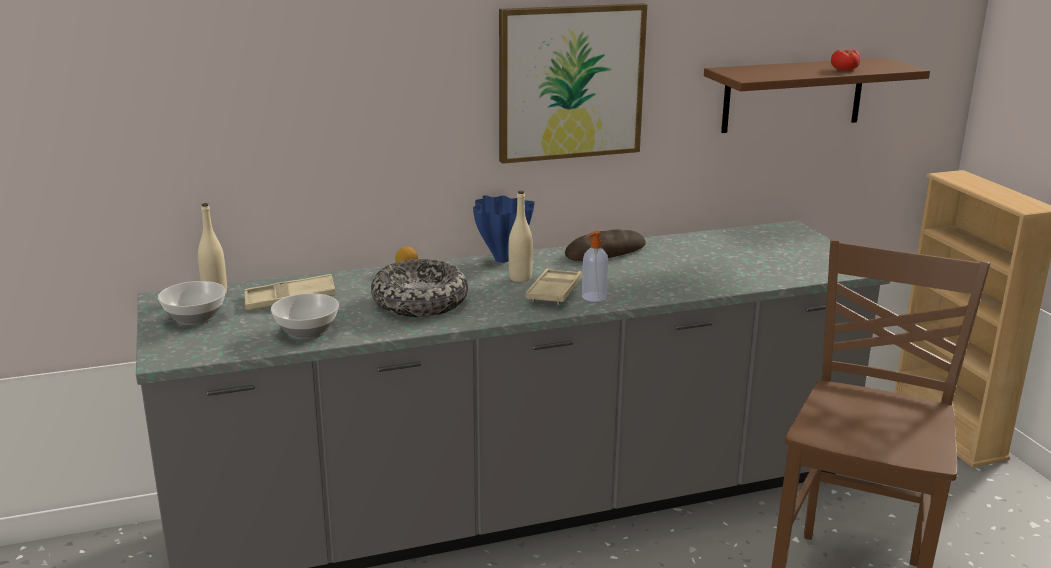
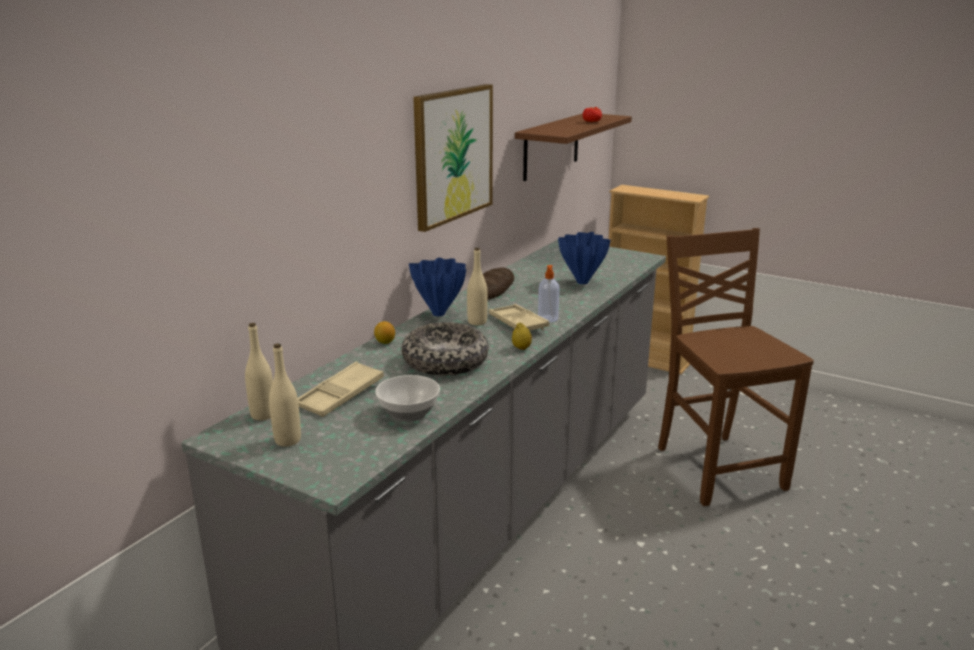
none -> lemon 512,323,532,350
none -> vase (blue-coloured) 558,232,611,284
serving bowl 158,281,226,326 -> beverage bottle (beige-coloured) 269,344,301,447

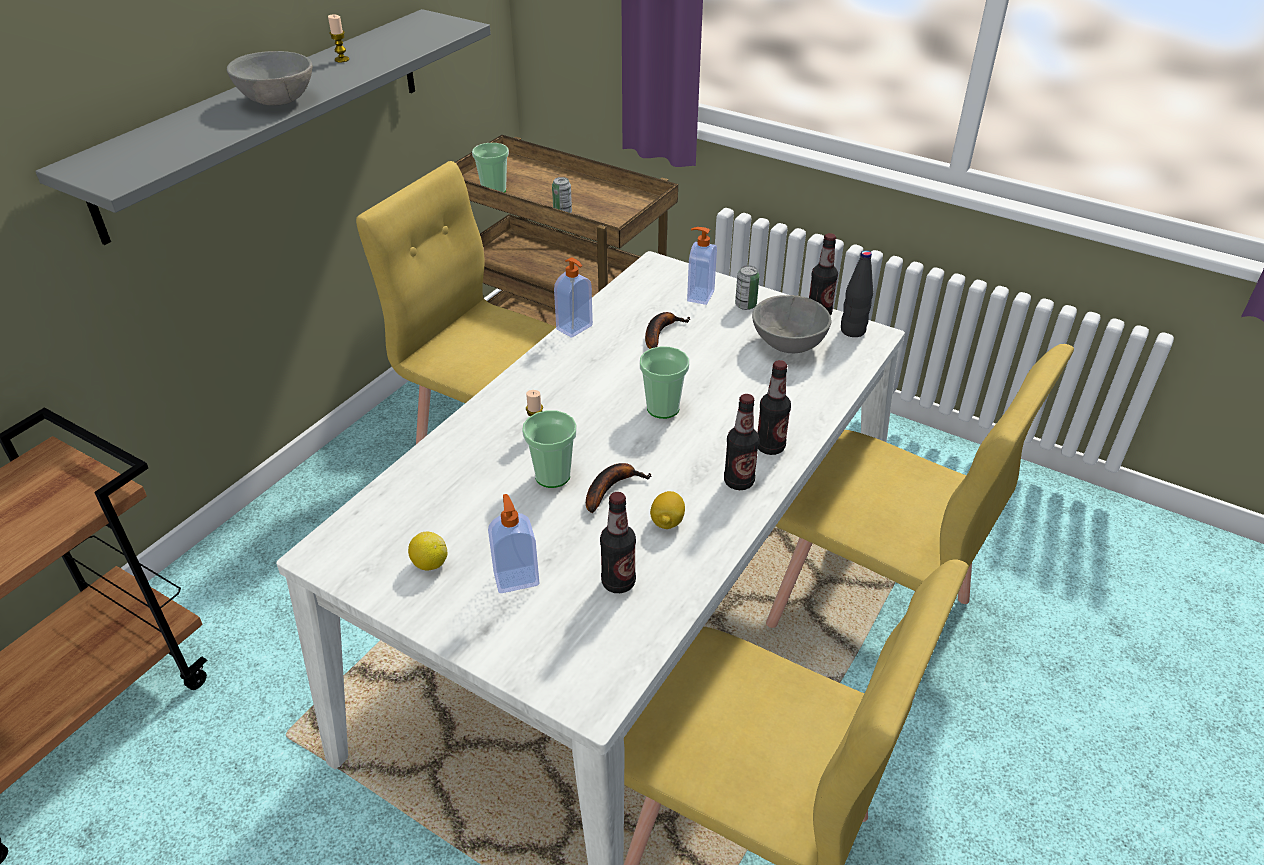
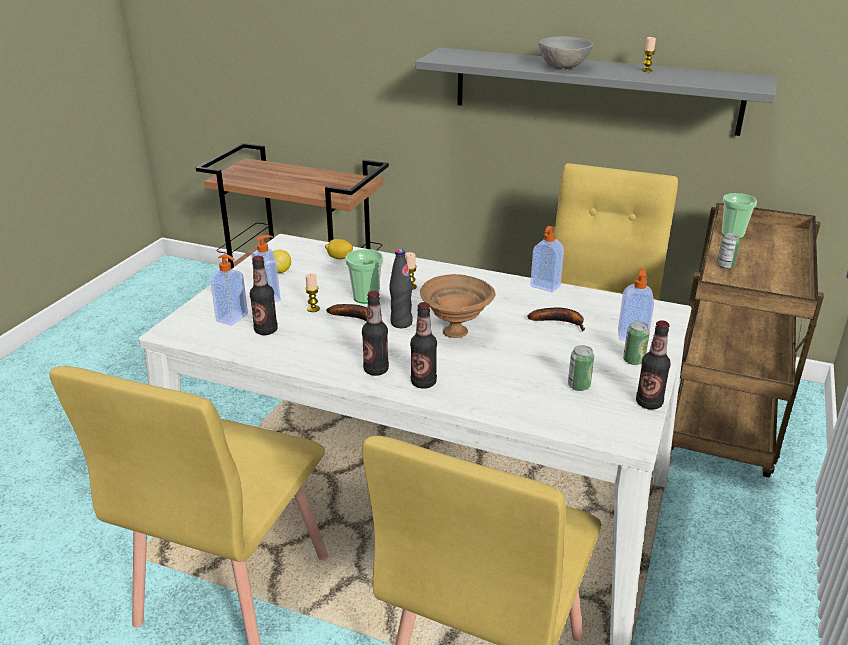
none -> liquid soap bottle 211,254,248,326
none -> candle 305,274,320,312
lemon 650,491,685,529 -> lemon 325,239,353,259, relocated
beverage bottle (black) 841,250,873,337 -> beverage bottle (black) 389,249,413,328, relocated
drinking cup 640,346,689,419 -> serving bowl (brown-coloured) 420,274,496,338
serving bowl (greyish) 752,295,832,353 -> sealed can 568,345,594,391

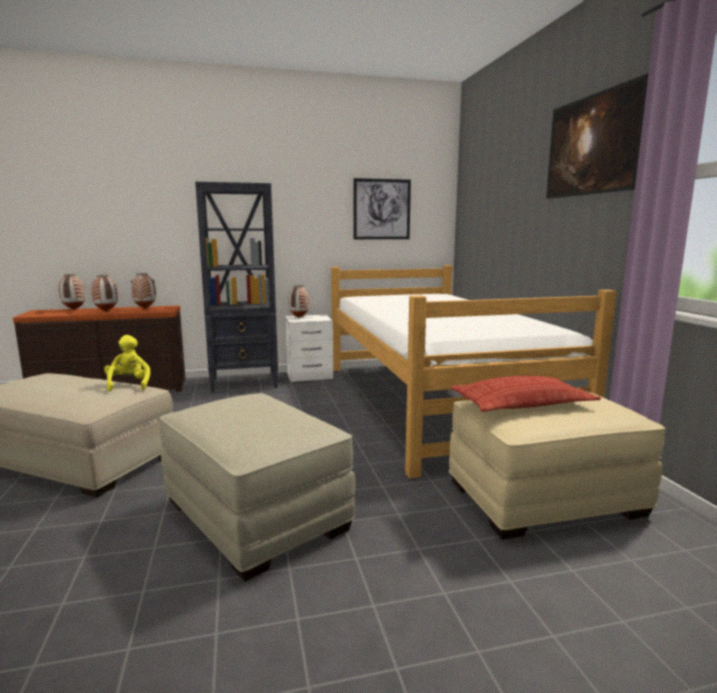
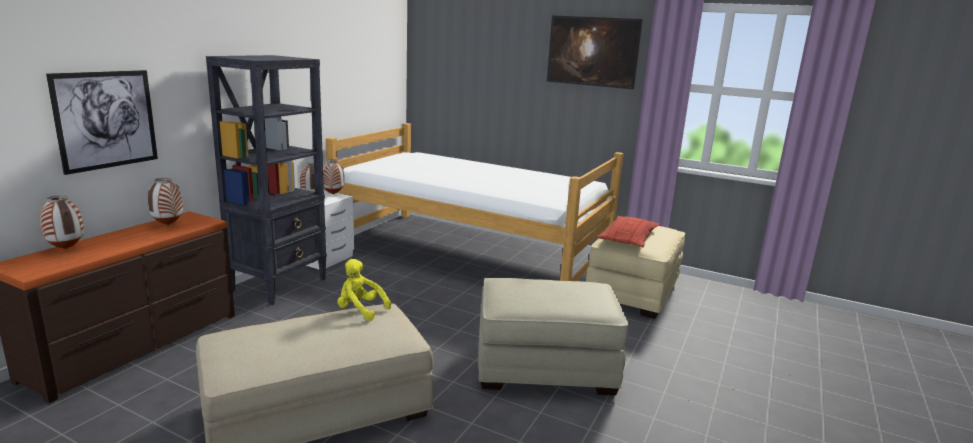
vase 91,275,118,311 -> vase 323,160,344,194, relocated
wall art 353,178,411,239 -> wall art 46,70,158,175, relocated

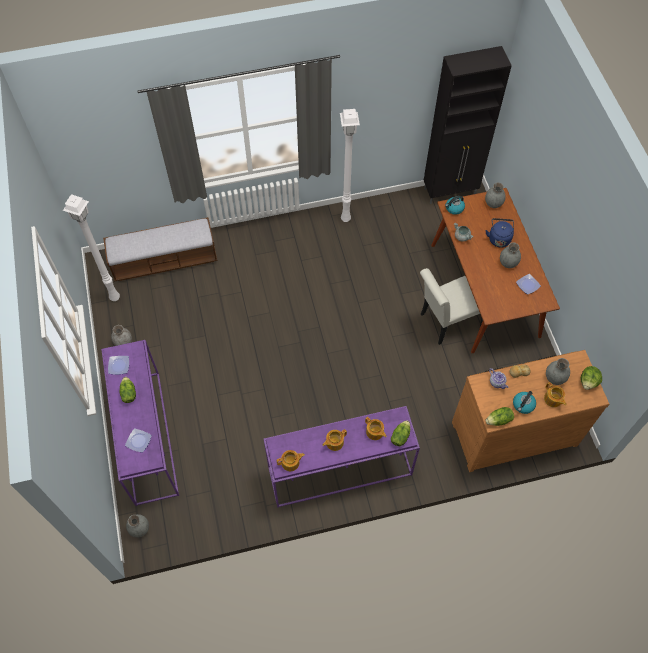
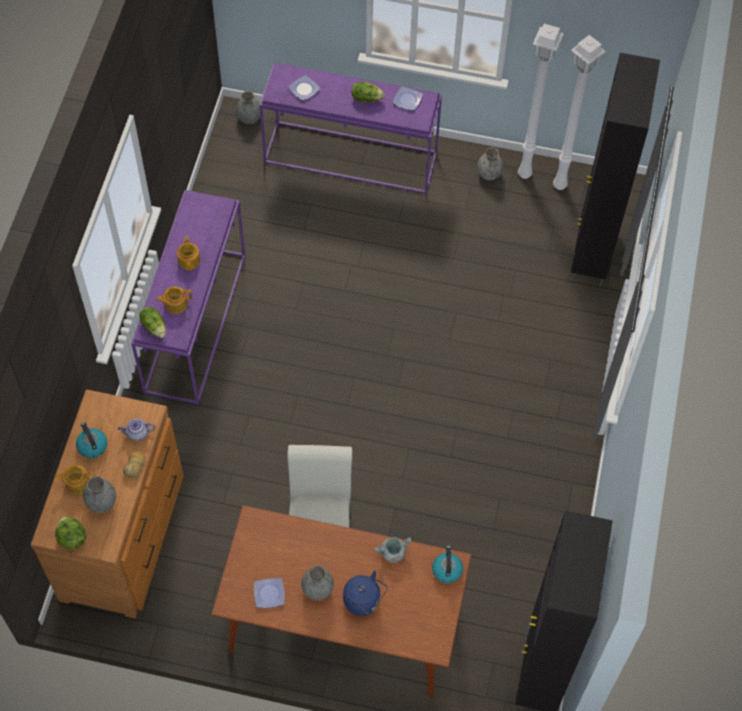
pot for tea 277,450,305,471 -> none
vase (greyish) 485,182,506,208 -> none
lettuce 485,407,514,426 -> none
floor lamp (white-coloured) 340,109,360,222 -> floor lamp (white-coloured) 518,24,564,179, relocated
long seat 103,217,218,282 -> cupboard (black) 571,53,660,286

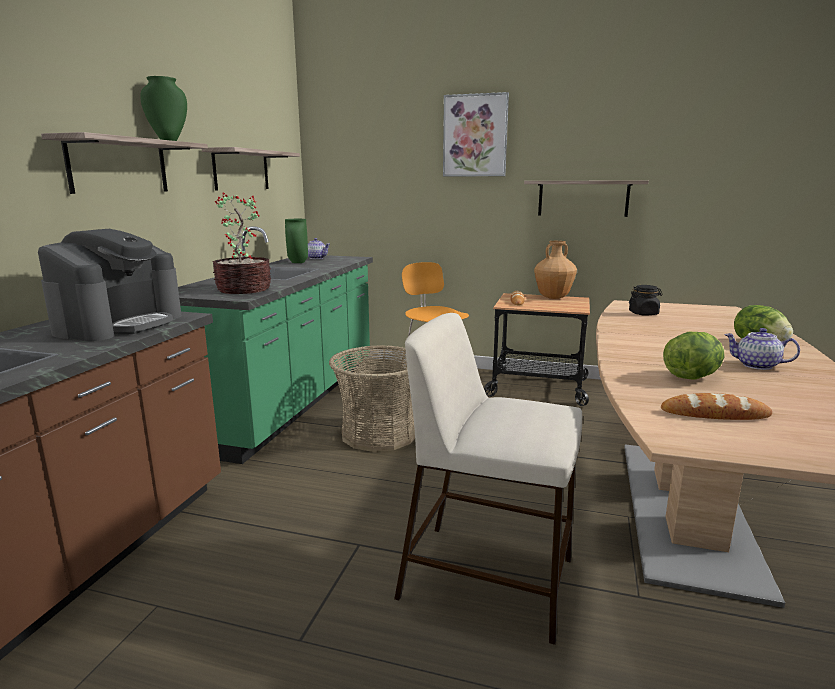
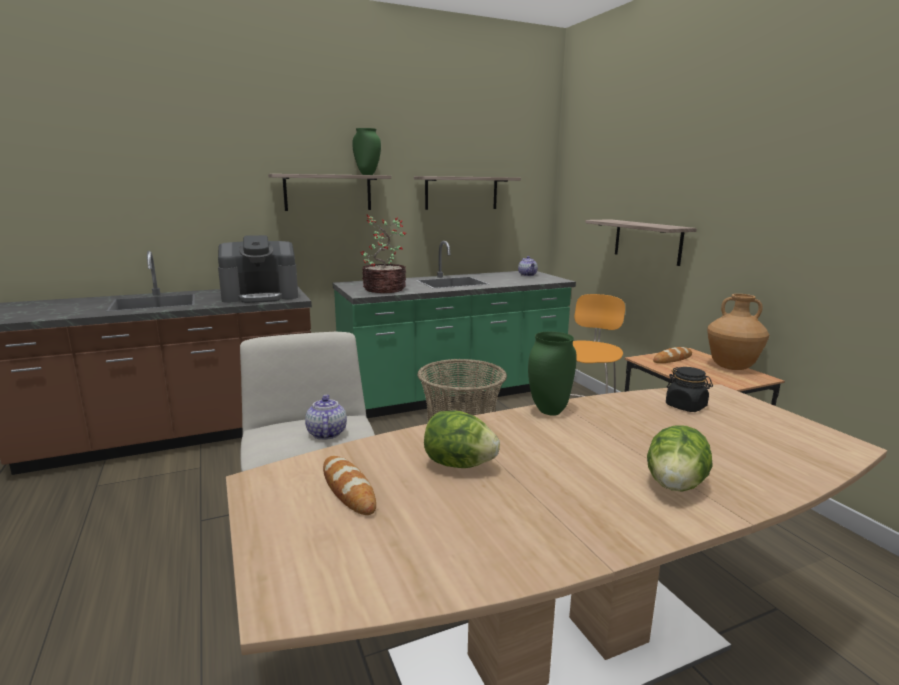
wall art 443,92,509,176 -> none
vase (greenish) 285,219,308,263 -> vase (greenish) 528,331,577,416, relocated
wall shelf 524,181,649,217 -> wall shelf 585,219,697,266, relocated
pot for tea 724,328,800,370 -> pot for tea 305,395,347,440, relocated

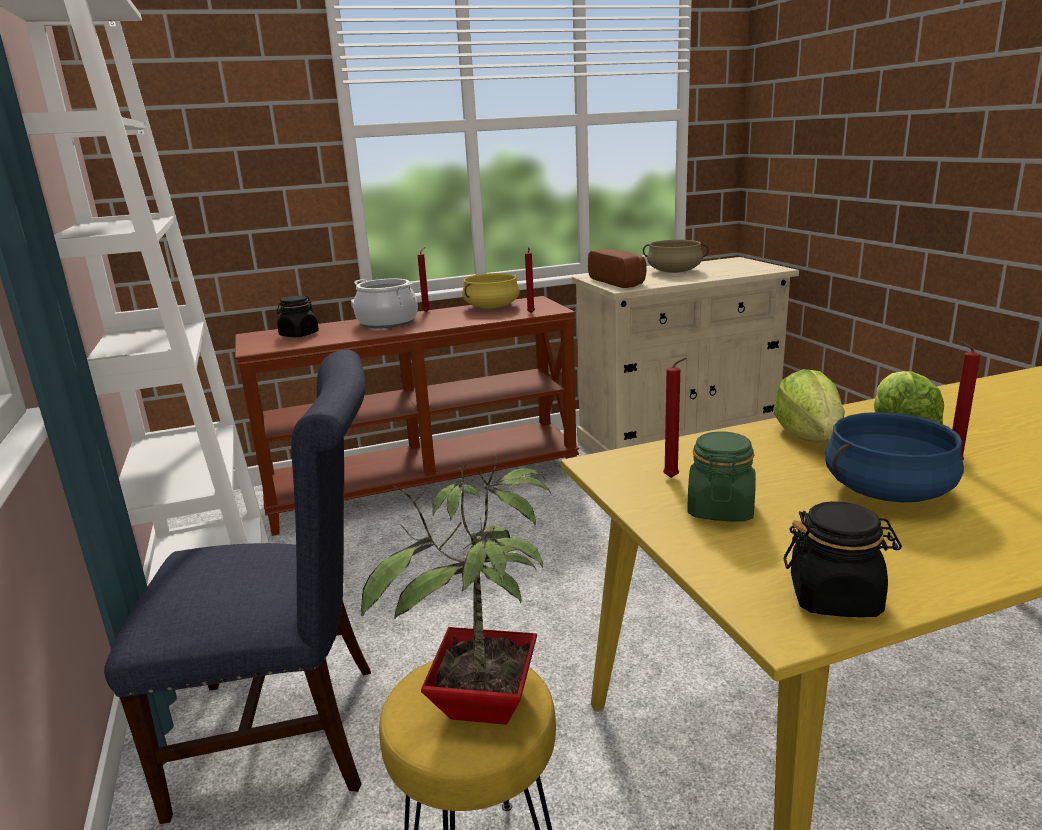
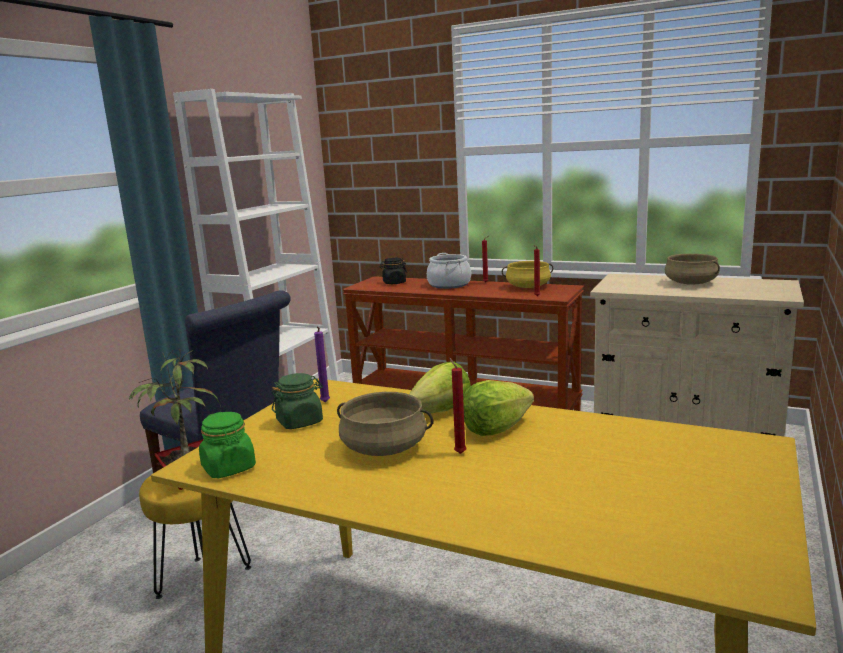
bakery bread 588,249,647,288 -> none
candle (red-coloured) 663,358,687,478 -> candle (purple-coloured) 314,326,330,403
storage jar (black) 784,501,902,617 -> storage jar (greenish) 199,412,256,478
saucepot (blue-coloured) 825,412,964,502 -> saucepot (beige-coloured) 337,392,433,456

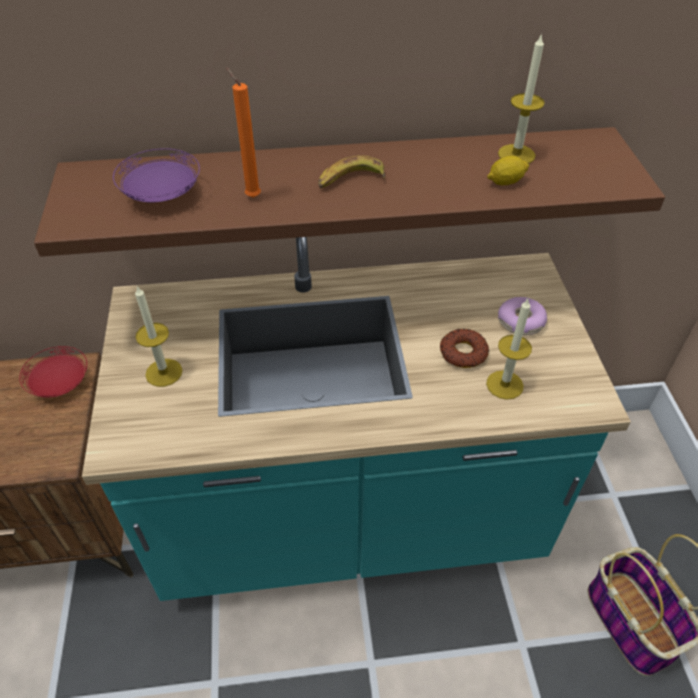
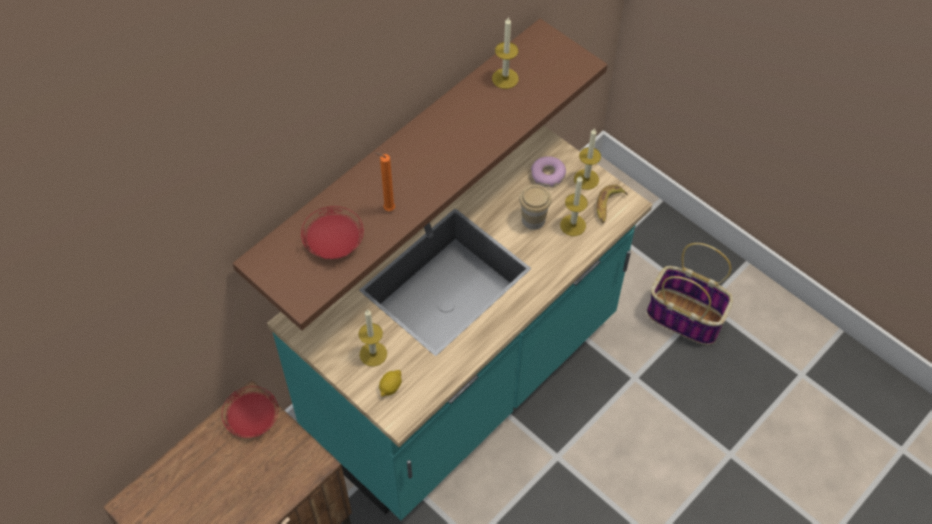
none -> candle 574,128,601,190
whole banana 318,155,385,188 -> whole banana 597,185,628,223, relocated
lemon 487,156,529,185 -> lemon 379,370,402,397, relocated
ring doughnut 440,329,489,368 -> drinking cup 519,185,552,230
plate (purple-coloured) 113,148,200,202 -> plate (red-coloured) 301,206,364,259

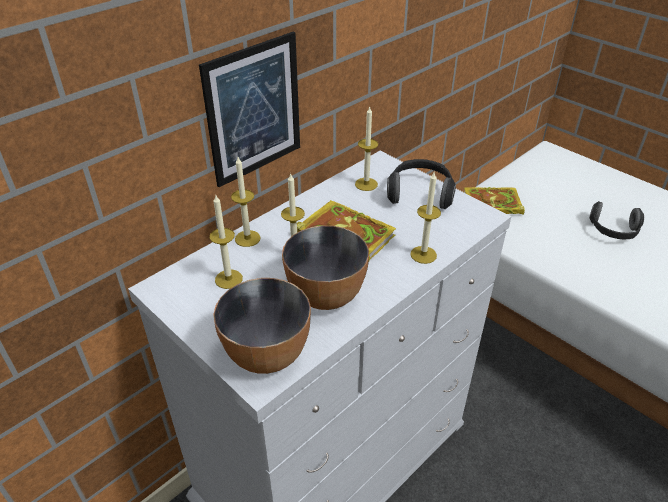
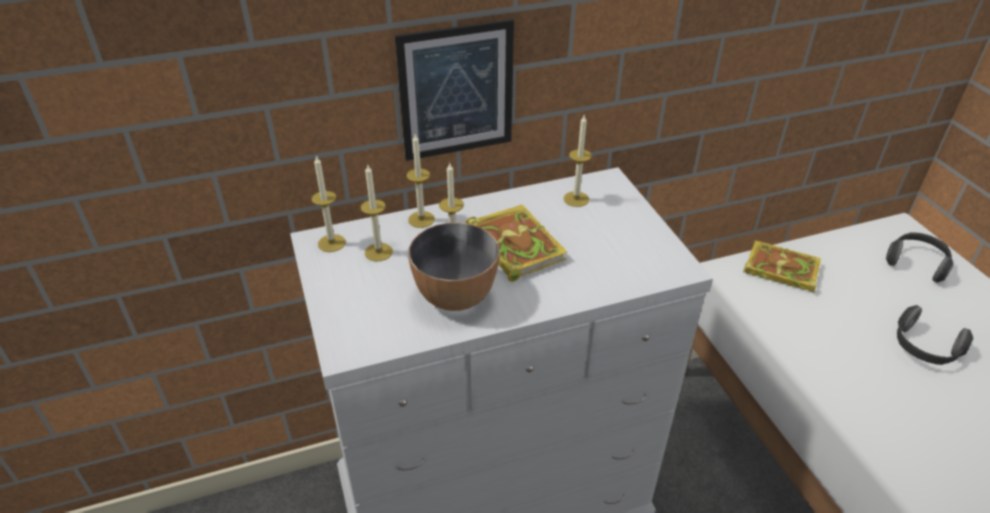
serving bowl 213,278,311,374 -> none
headphones 387,159,456,209 -> headphones 886,232,954,283, relocated
candle 410,172,441,264 -> candle 311,156,346,252, relocated

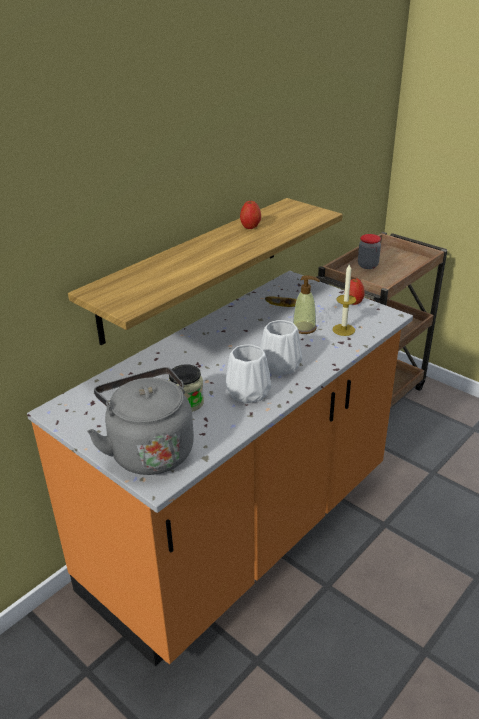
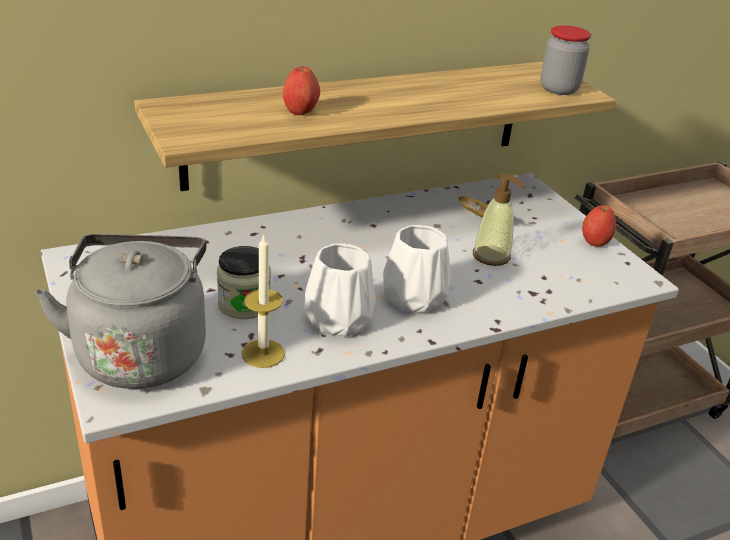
apple 240,200,261,229 -> apple 283,66,320,115, relocated
candle 333,263,356,336 -> candle 242,233,285,368, relocated
storage jar 358,234,381,269 -> storage jar 540,25,591,95, relocated

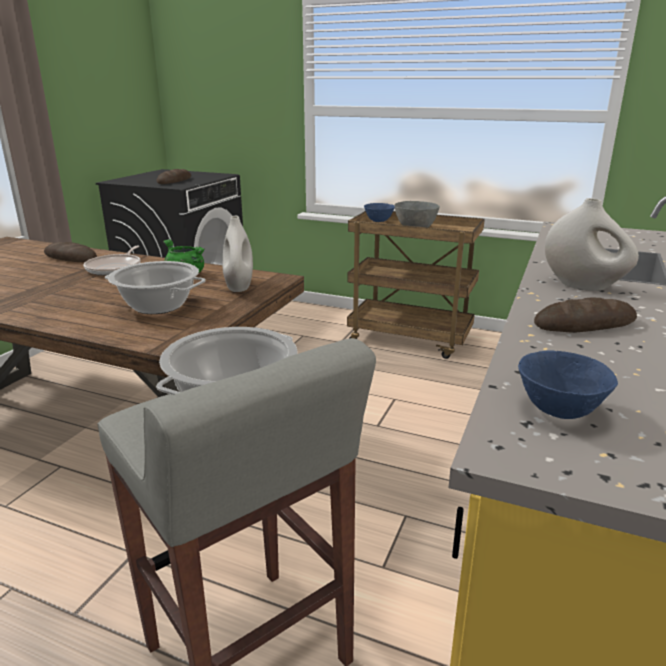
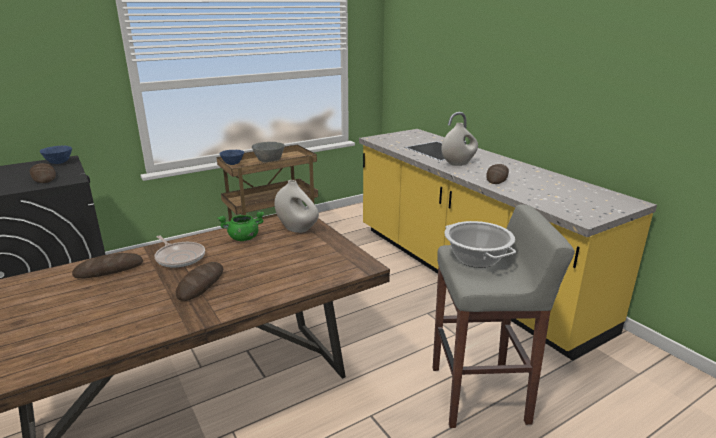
saucepot 105,261,206,314 -> none
none -> bakery bread 176,262,223,301
serving bowl (blue-coloured) 518,350,618,419 -> serving bowl (blue-coloured) 40,146,72,164, relocated

